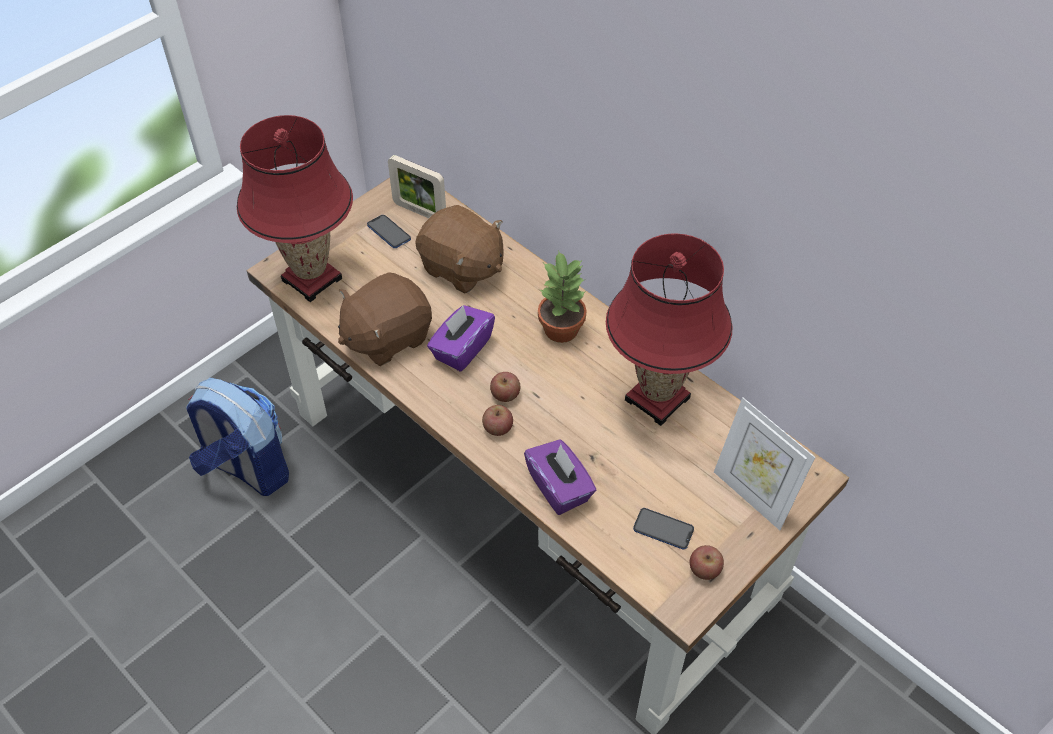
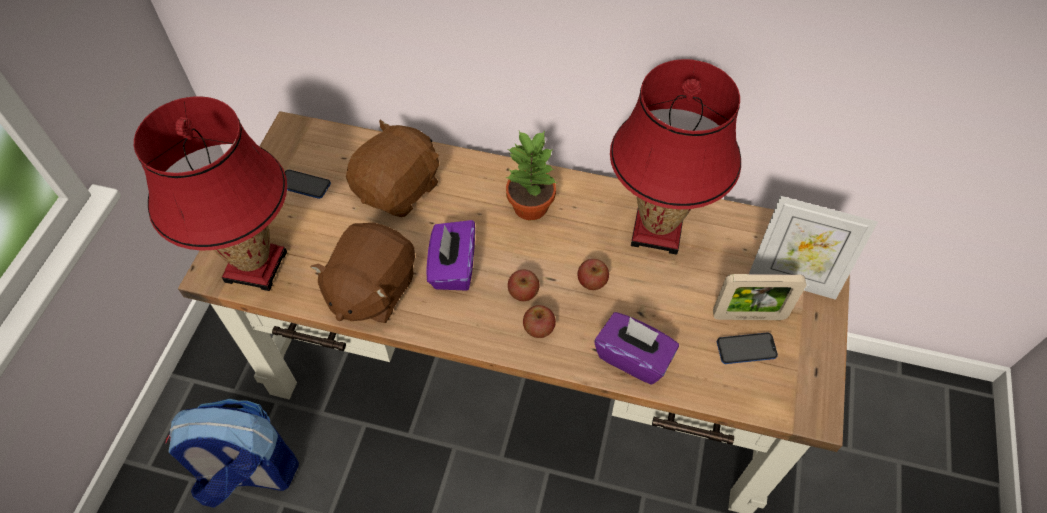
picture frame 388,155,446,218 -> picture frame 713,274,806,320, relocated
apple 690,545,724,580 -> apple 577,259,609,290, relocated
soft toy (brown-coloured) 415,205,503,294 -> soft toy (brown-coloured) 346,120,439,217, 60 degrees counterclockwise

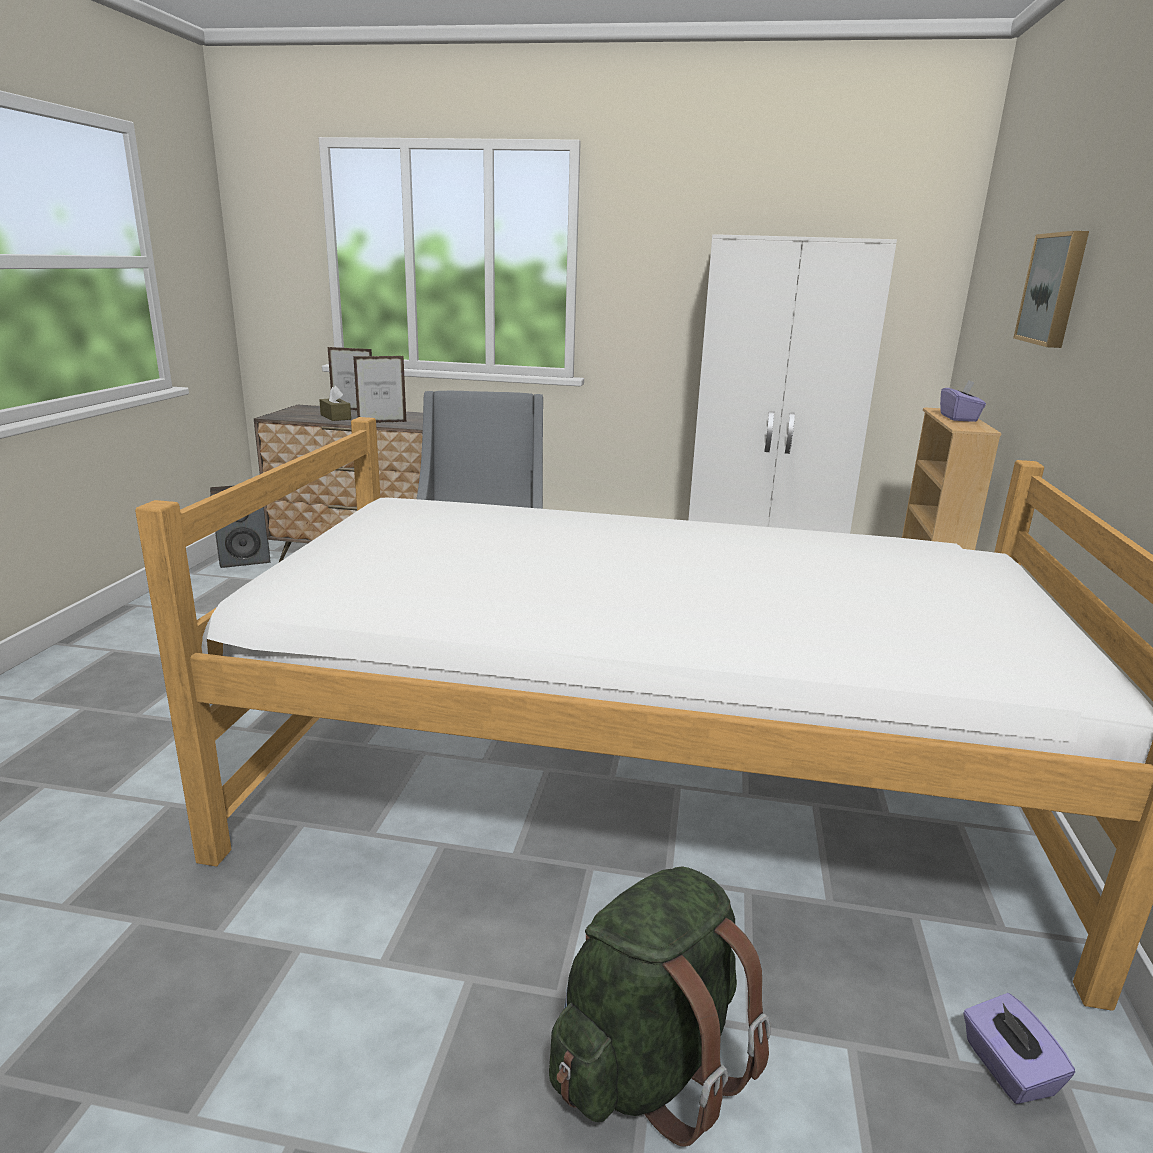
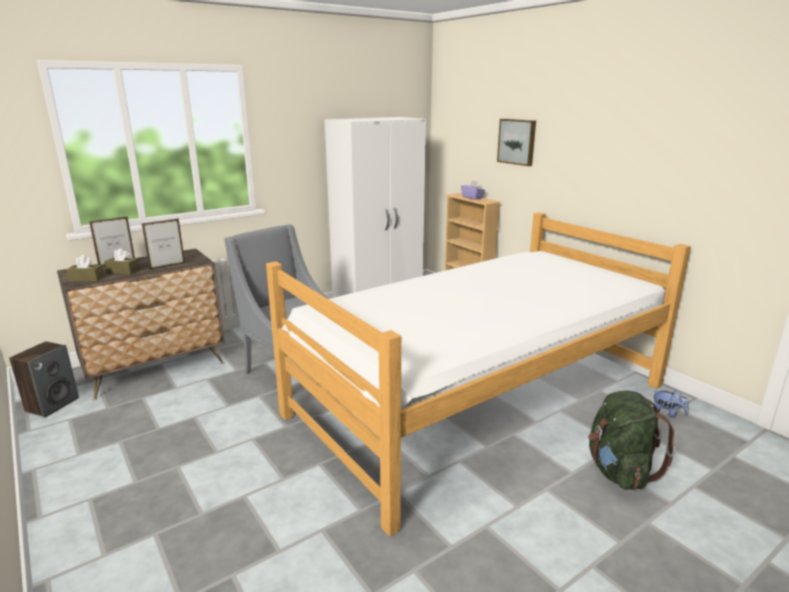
none -> box of tissues (brown-coloured) 66,255,104,282
box of tissues (purple-coloured) 963,993,1075,1104 -> soft toy 654,390,689,418
picture frame 353,356,406,423 -> picture frame 142,218,185,270, 150 degrees counterclockwise

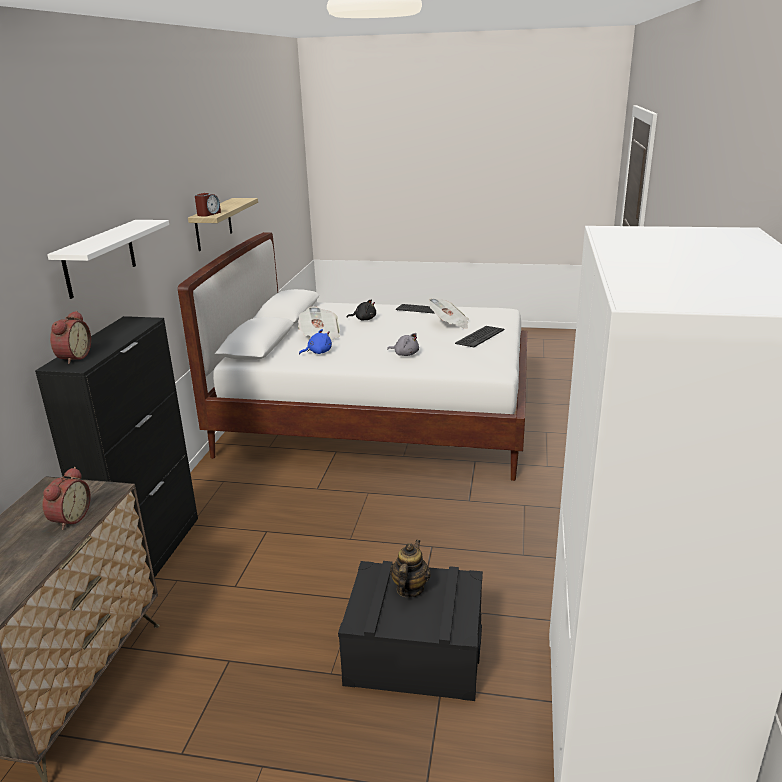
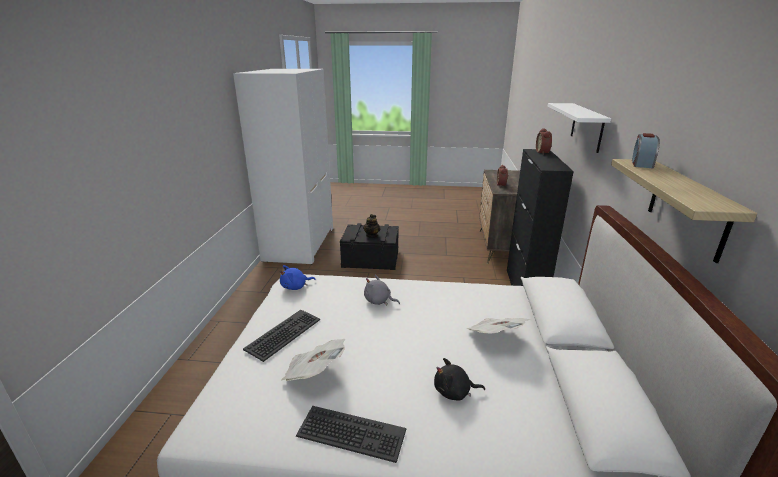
soft toy (blue-coloured) 299,329,332,355 -> soft toy (blue-coloured) 280,265,316,290, relocated

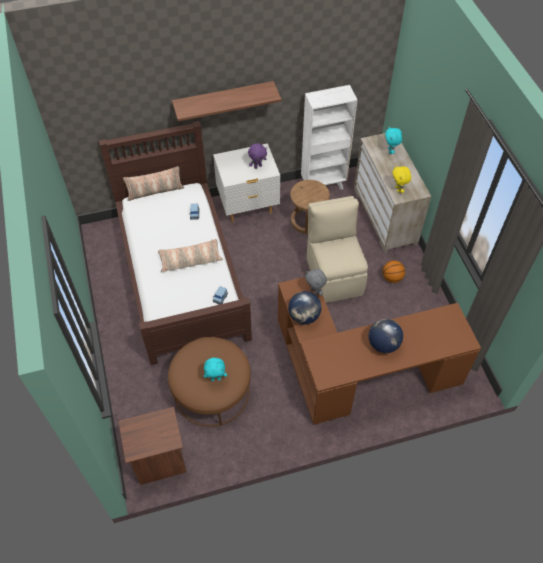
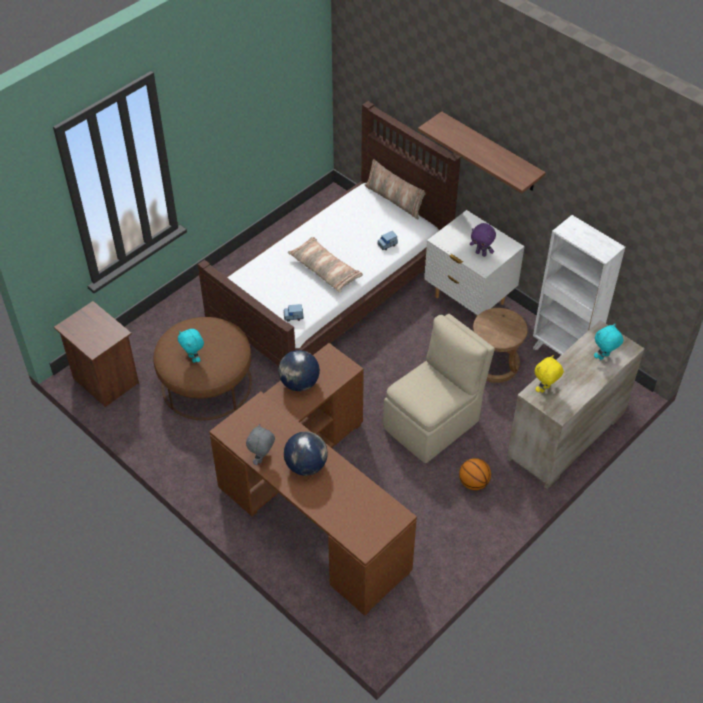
soft toy (greyish) 305,269,327,296 -> soft toy (greyish) 246,424,275,465, relocated

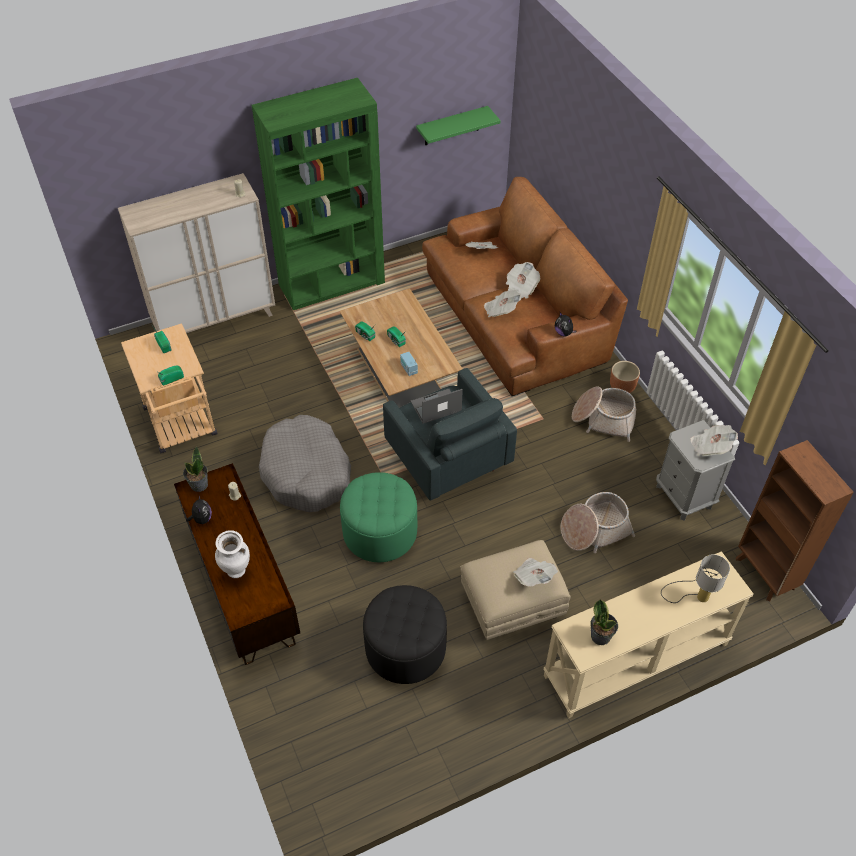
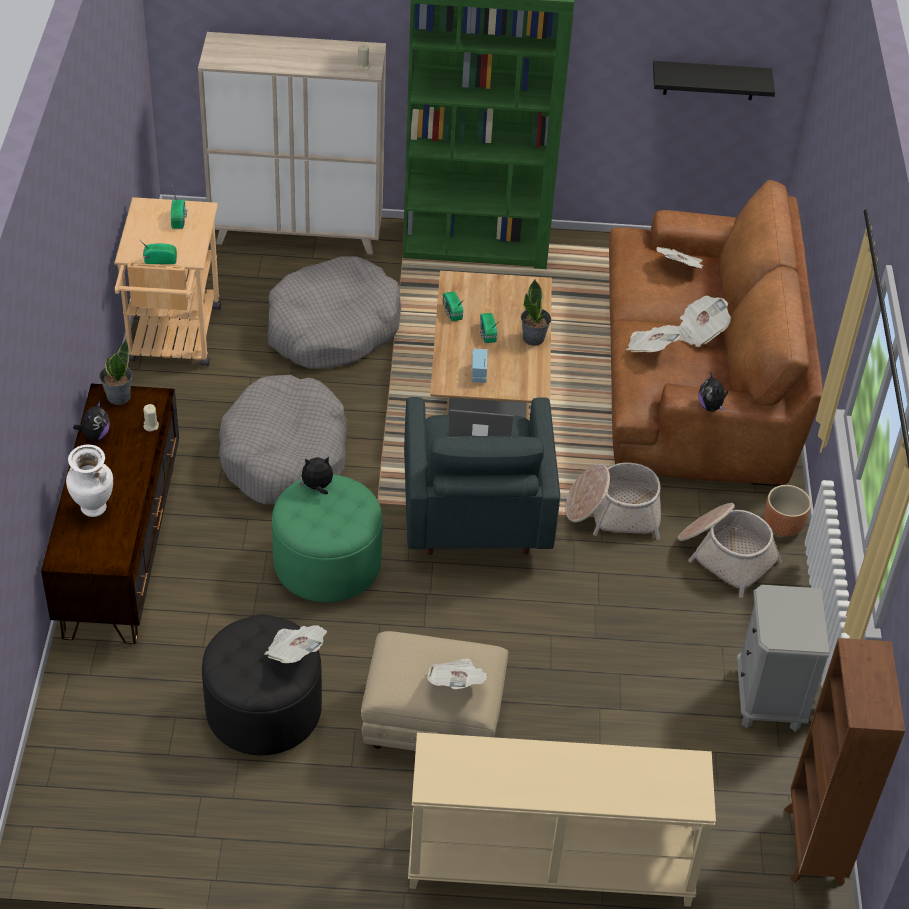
table lamp 661,554,730,603 -> none
none -> dog cushion (greyish) 268,257,401,369
none -> soft toy 300,457,333,494
household basket 560,492,635,553 -> household basket 566,463,661,540, relocated
plant in a pot 590,599,618,645 -> plant in a pot 521,280,551,346, relocated
printed paper 690,425,738,456 -> printed paper 264,625,327,663, relocated
wall shelf (greenish) 416,106,501,145 -> wall shelf (black) 653,61,775,100

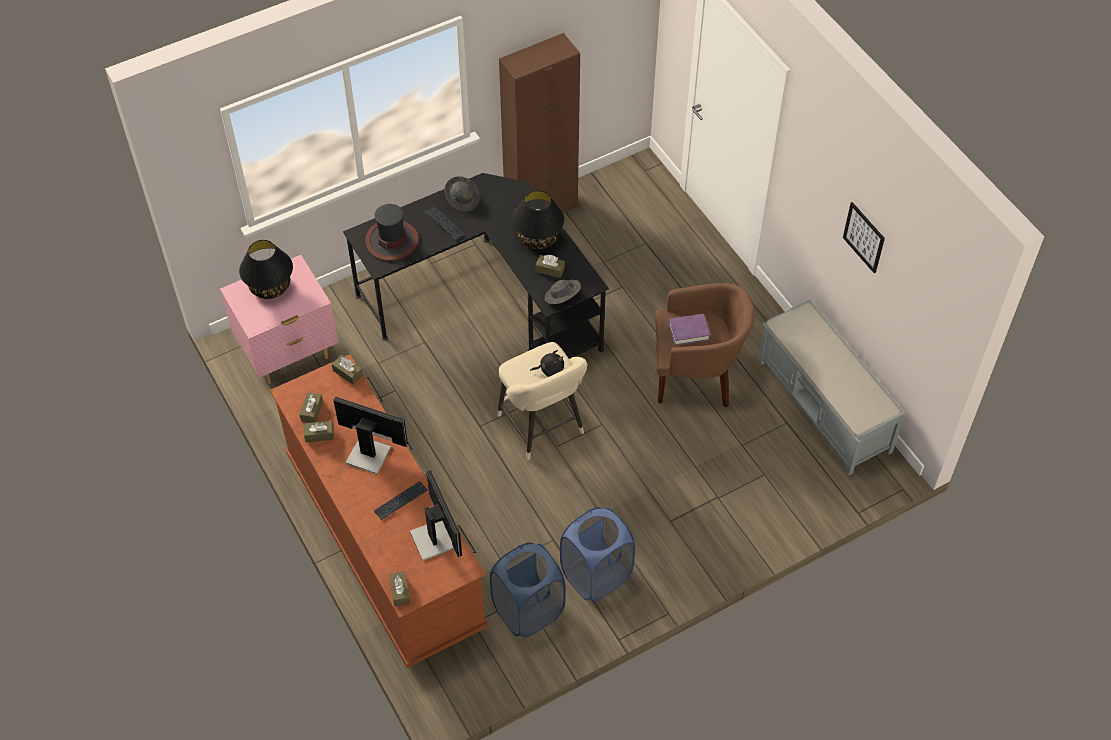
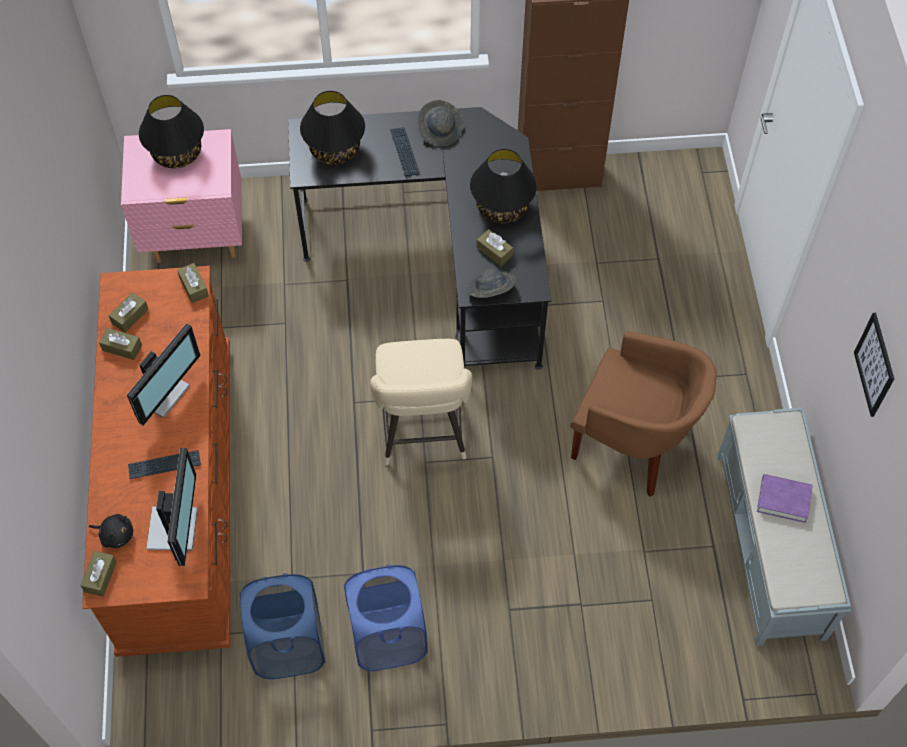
soft toy (black) 530,350,564,377 -> soft toy (black) 89,514,133,548, relocated
bound book (purple-coloured) 669,314,710,346 -> bound book (purple-coloured) 757,474,813,523, relocated
wearable hat 365,204,419,261 -> table lamp (black) 300,91,365,165
computer display 333,396,408,474 -> computer display 127,323,201,426, 75 degrees clockwise

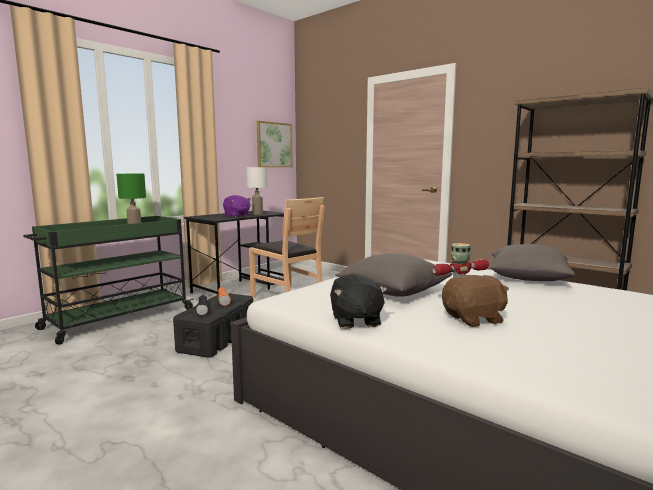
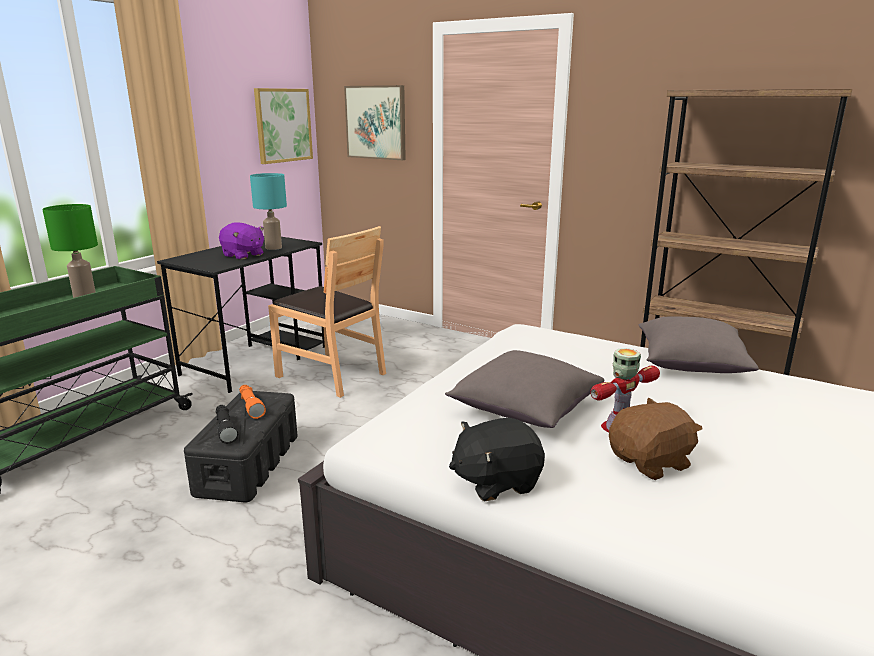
none -> wall art 344,85,406,160
table lamp (white-coloured) 246,167,268,215 -> table lamp (turquoise-coloured) 250,173,287,250
soft toy (black) 330,274,387,329 -> soft toy (black) 449,418,545,501, 90 degrees clockwise

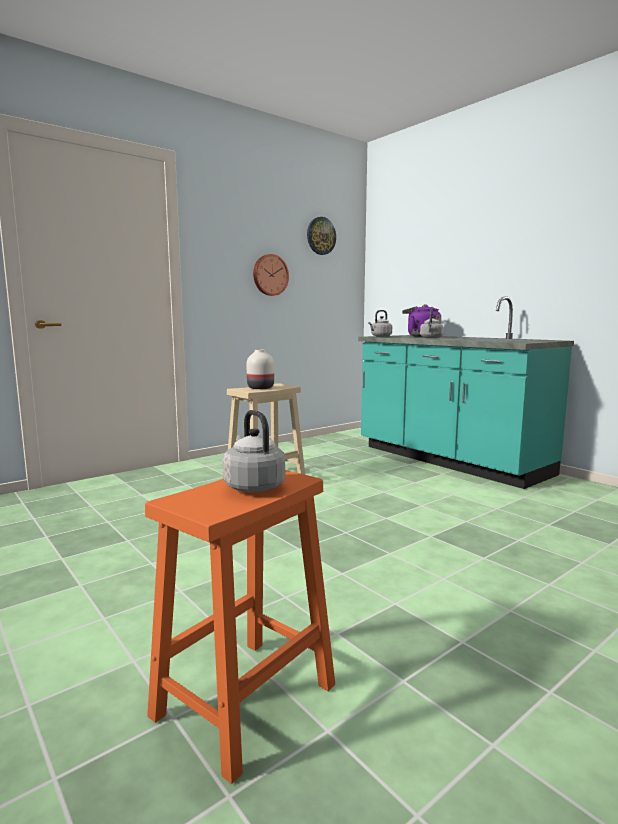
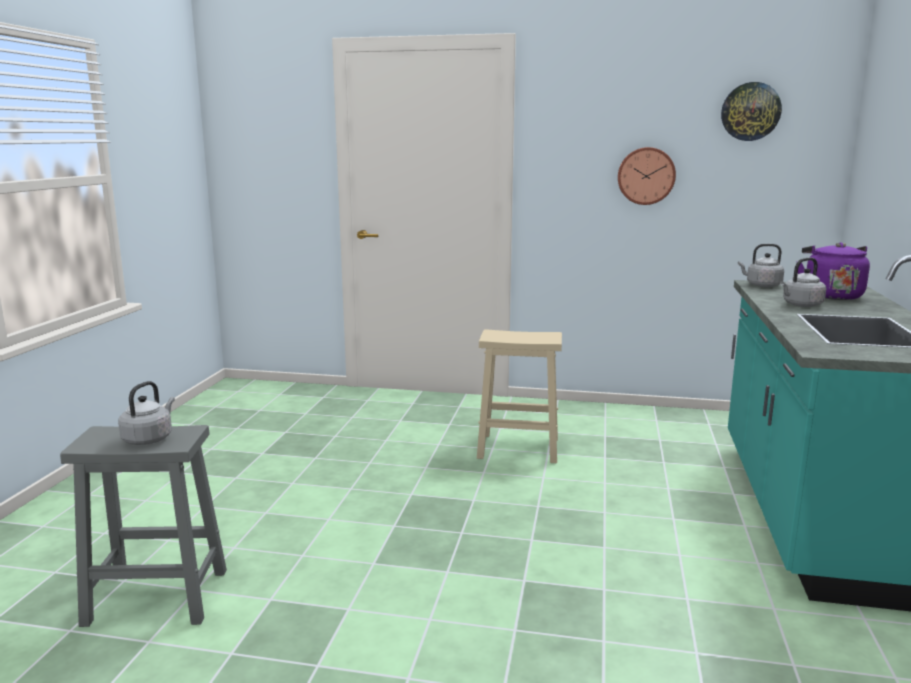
vase (white-coloured) 247,349,274,389 -> none
stool (orangey) 145,470,335,784 -> stool (greyish) 60,425,227,627

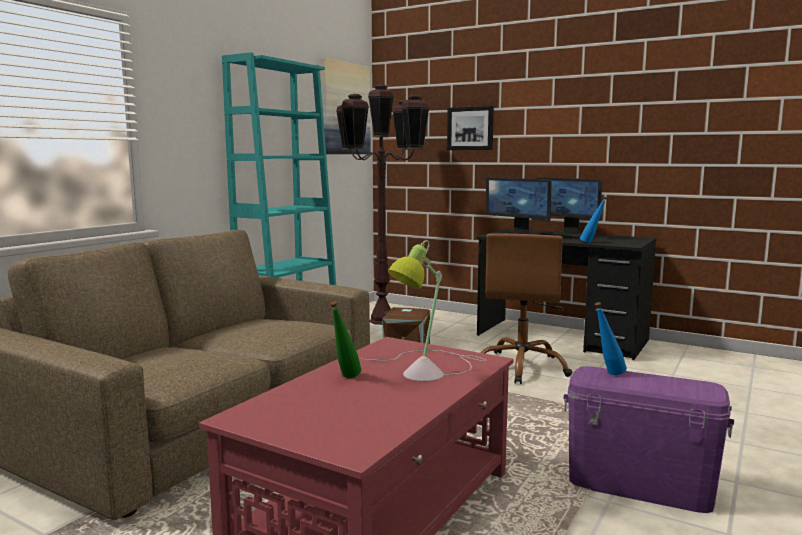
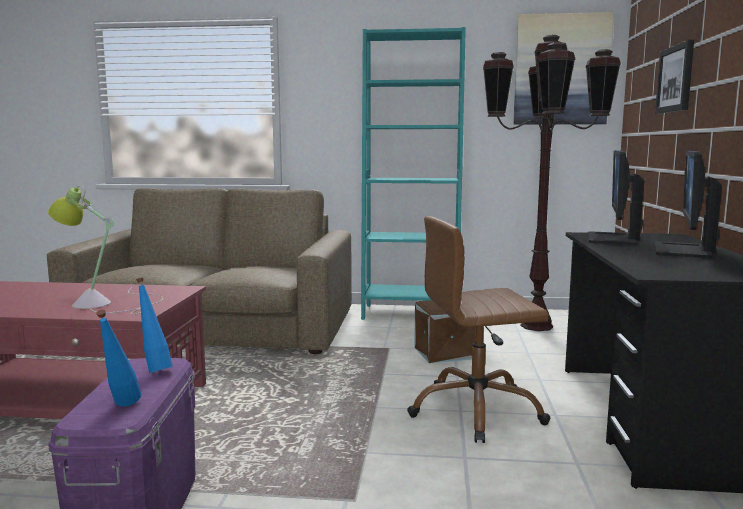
beverage bottle (greenish) 330,301,361,378 -> none
beverage bottle (blue-coloured) 580,197,607,243 -> beverage bottle (blue-coloured) 96,310,141,407, relocated

